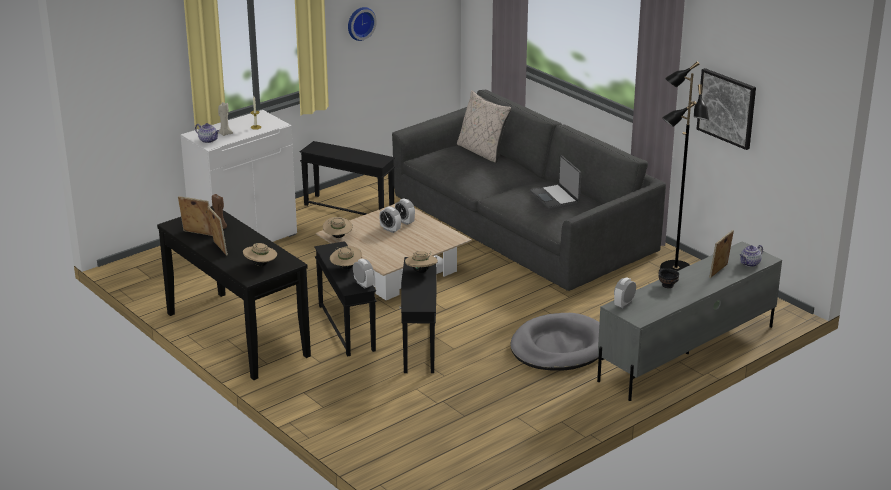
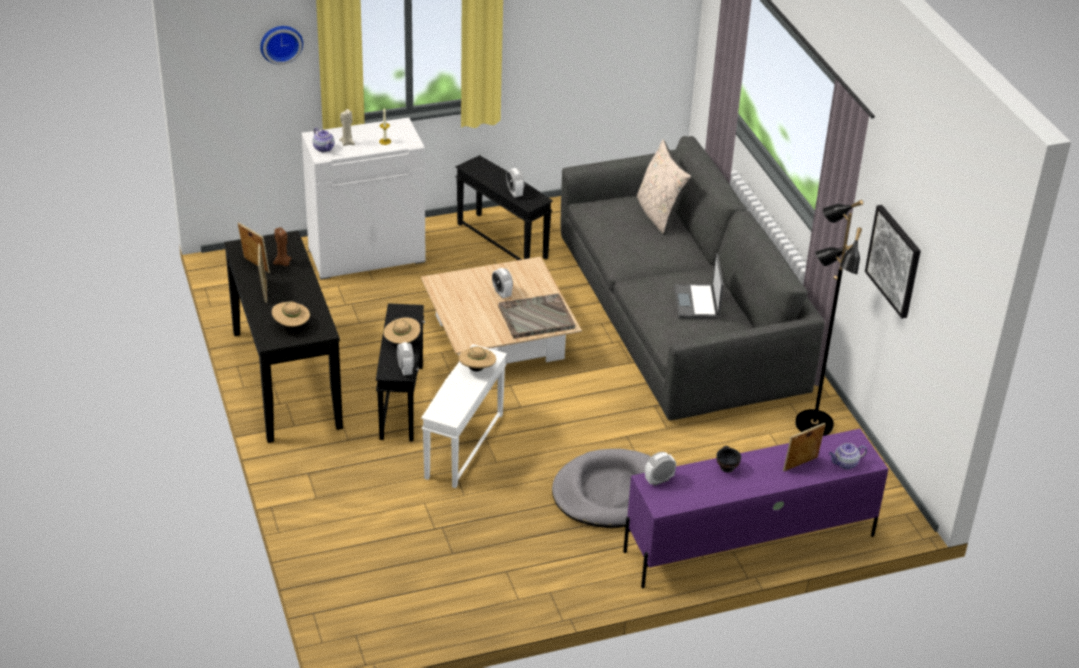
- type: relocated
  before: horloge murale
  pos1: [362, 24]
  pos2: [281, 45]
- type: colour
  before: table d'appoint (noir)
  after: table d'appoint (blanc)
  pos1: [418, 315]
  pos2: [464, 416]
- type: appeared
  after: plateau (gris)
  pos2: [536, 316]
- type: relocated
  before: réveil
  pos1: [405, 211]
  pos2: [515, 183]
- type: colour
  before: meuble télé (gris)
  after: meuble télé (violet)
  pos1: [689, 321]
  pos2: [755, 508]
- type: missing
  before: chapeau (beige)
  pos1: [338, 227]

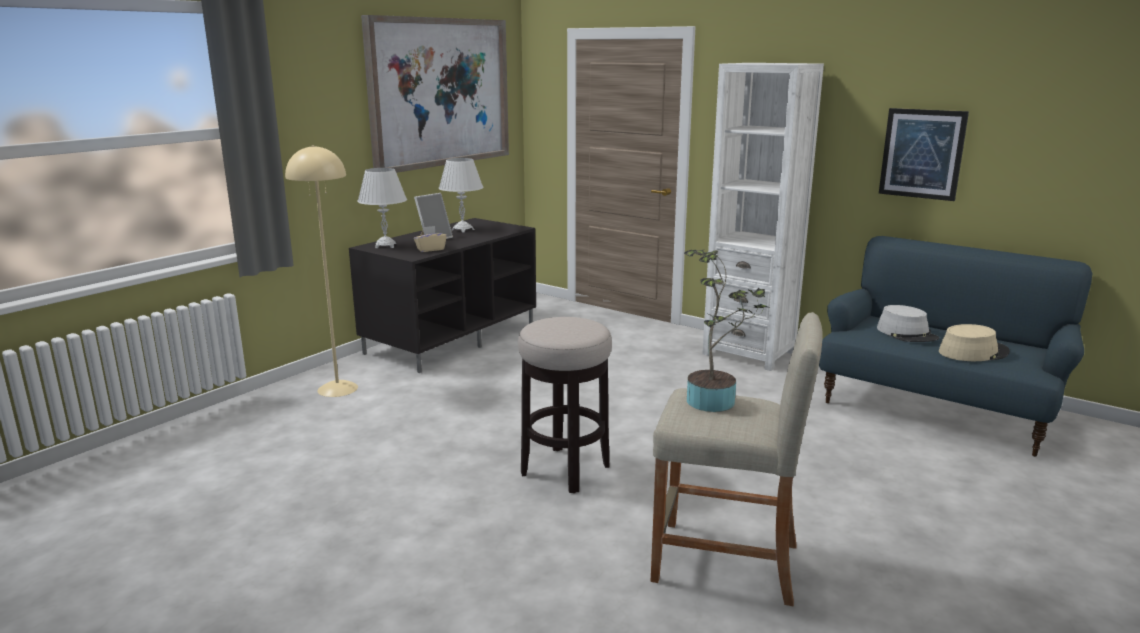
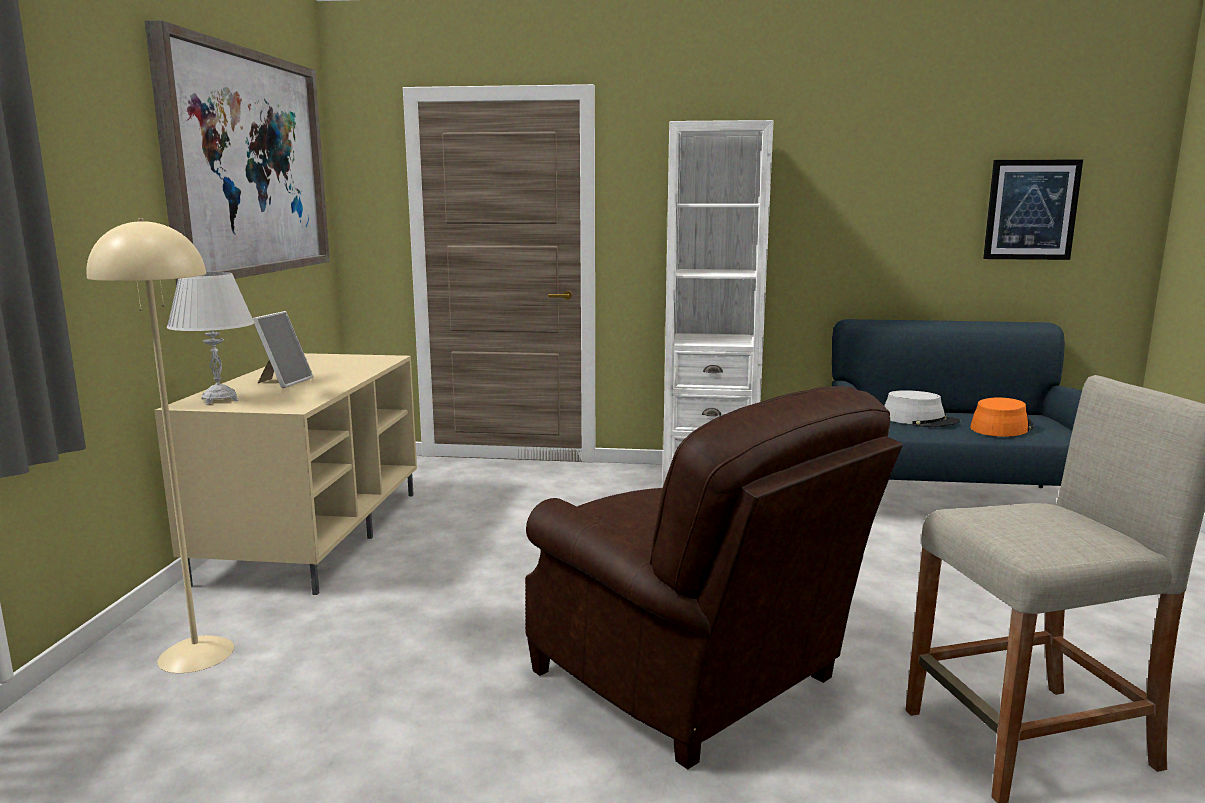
- type: colour
  before: meuble télé (noir)
  after: meuble télé (beige)
  pos1: [442, 295]
  pos2: [285, 474]
- type: exchanged
  before: tabouret
  after: fauteuil (marron)
  pos1: [565, 405]
  pos2: [714, 578]
- type: colour
  before: chapeau (beige)
  after: chapeau (orange)
  pos1: [974, 342]
  pos2: [1002, 417]
- type: relocated
  before: tableau
  pos1: [924, 154]
  pos2: [1033, 210]
- type: missing
  before: boîte à mouchoirs (beige)
  pos1: [430, 239]
- type: missing
  before: lampe de table (blanc)
  pos1: [460, 195]
- type: missing
  before: plante en pot
  pos1: [726, 331]

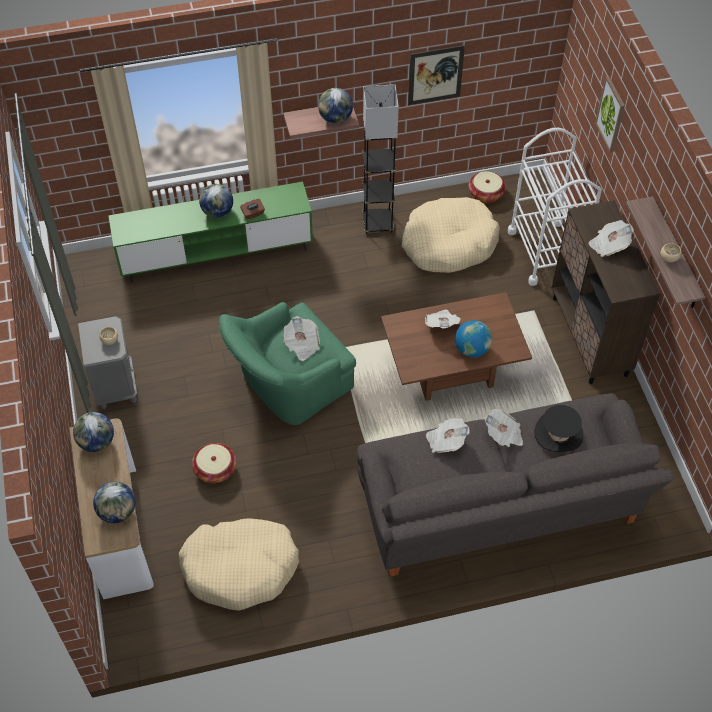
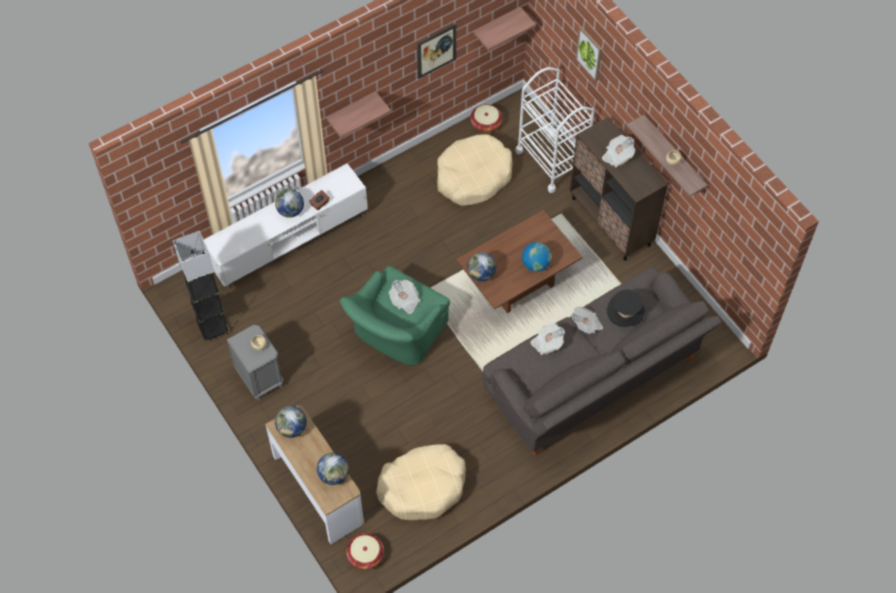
- type: relocated
  before: lampadaire (gris)
  pos1: [380, 159]
  pos2: [201, 286]
- type: colour
  before: meuble télé (vert)
  after: meuble télé (blanc)
  pos1: [210, 232]
  pos2: [286, 225]
- type: relocated
  before: panier
  pos1: [214, 463]
  pos2: [365, 551]
- type: relocated
  before: globe
  pos1: [335, 106]
  pos2: [481, 267]
- type: appeared
  after: étagère
  pos2: [504, 29]
- type: missing
  before: journal
  pos1: [443, 319]

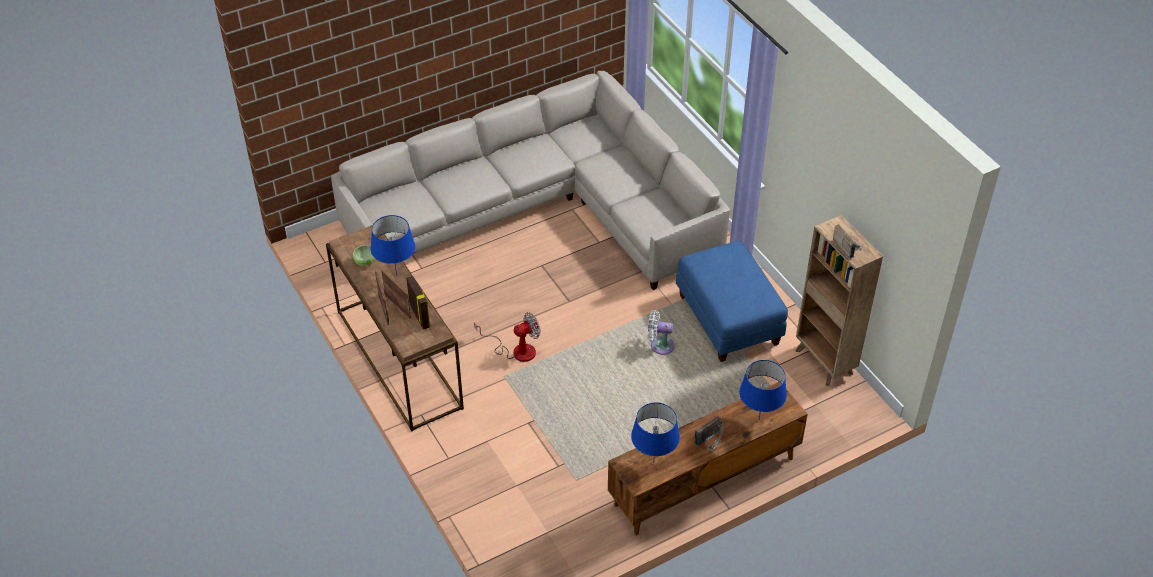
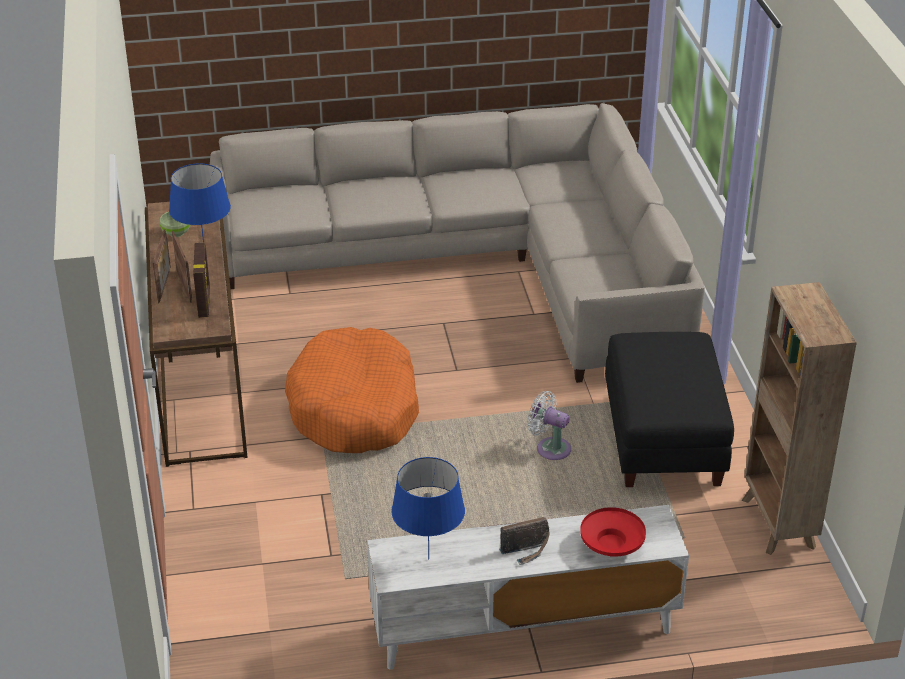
- type: exchanged
  before: ventilateur
  after: panier pour chien (orange)
  pos1: [507, 337]
  pos2: [352, 390]
- type: colour
  before: meuble télé (marron)
  after: meuble télé (blanc)
  pos1: [708, 459]
  pos2: [528, 587]
- type: exchanged
  before: lampe de table (bleu)
  after: bol (rouge)
  pos1: [763, 389]
  pos2: [613, 531]
- type: colour
  before: pouf (bleu)
  after: pouf (noir)
  pos1: [732, 301]
  pos2: [669, 409]
- type: missing
  before: radio
  pos1: [847, 241]

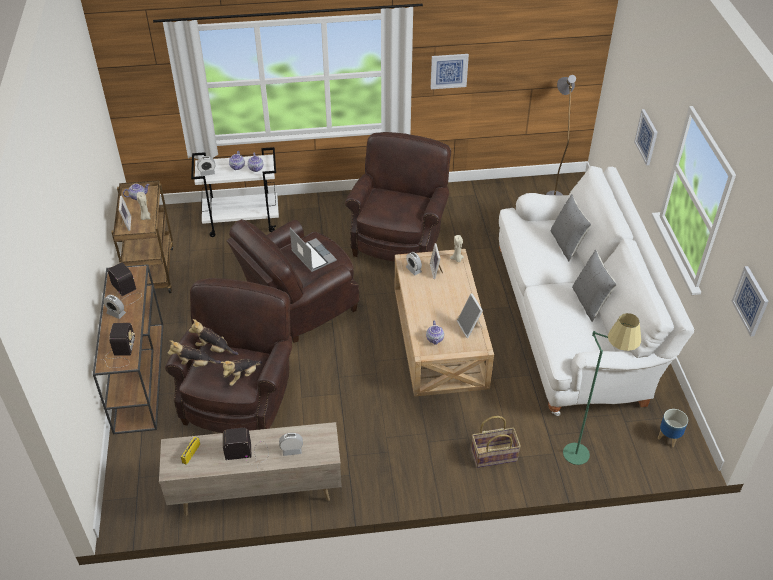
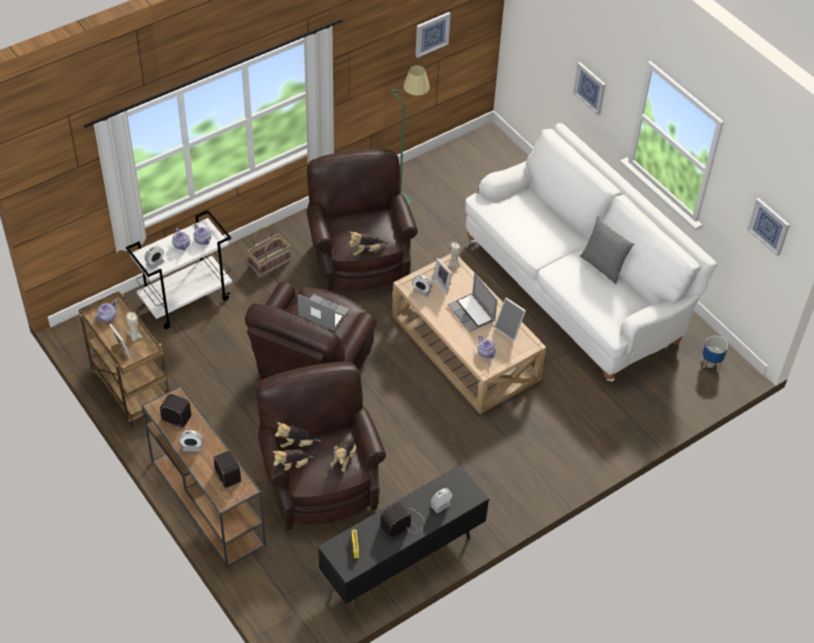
- type: relocated
  before: panier
  pos1: [496, 442]
  pos2: [269, 251]
- type: colour
  before: meuble télé (beige)
  after: meuble télé (noir)
  pos1: [250, 469]
  pos2: [404, 537]
- type: appeared
  after: peluche
  pos2: [369, 244]
- type: relocated
  before: lampadaire (vert)
  pos1: [602, 389]
  pos2: [410, 135]
- type: relocated
  before: tableau
  pos1: [450, 71]
  pos2: [433, 35]
- type: appeared
  after: ordinateur portable
  pos2: [472, 302]
- type: missing
  before: lampadaire (gris)
  pos1: [561, 135]
- type: missing
  before: coussin (gris)
  pos1: [570, 227]

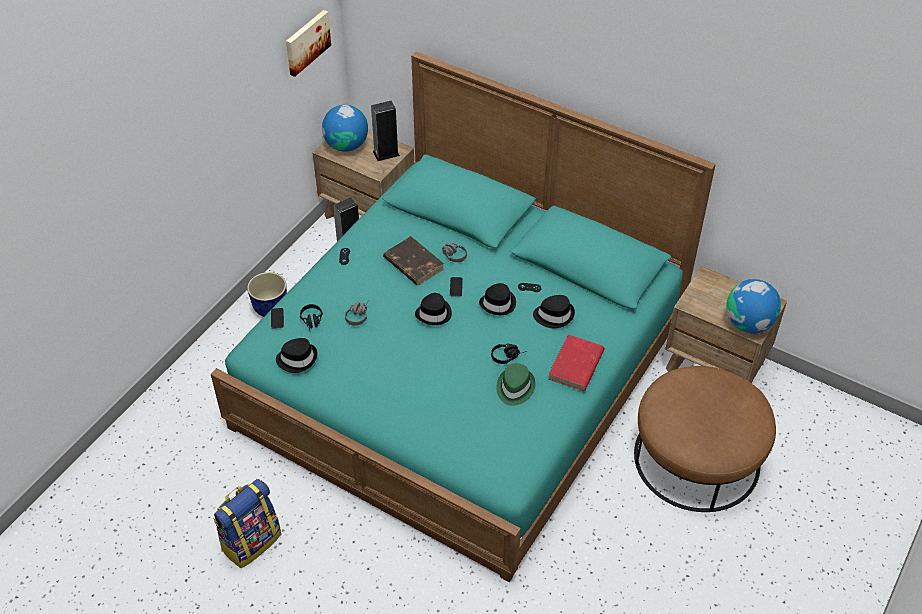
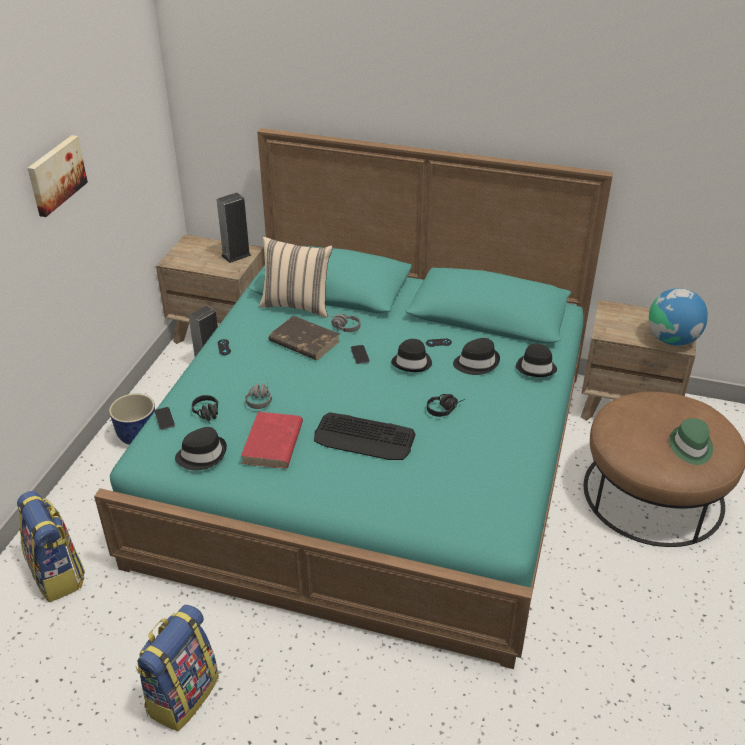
- type: appeared
  after: sac à dos
  pos2: [51, 546]
- type: relocated
  before: tableau
  pos1: [308, 43]
  pos2: [58, 176]
- type: relocated
  before: livre (rouge)
  pos1: [576, 362]
  pos2: [272, 440]
- type: appeared
  after: coussin (beige)
  pos2: [296, 277]
- type: appeared
  after: clavier
  pos2: [365, 436]
- type: relocated
  before: chapeau (noir)
  pos1: [433, 309]
  pos2: [536, 360]
- type: relocated
  before: chapeau (vert)
  pos1: [516, 384]
  pos2: [691, 441]
- type: missing
  before: globe
  pos1: [345, 128]

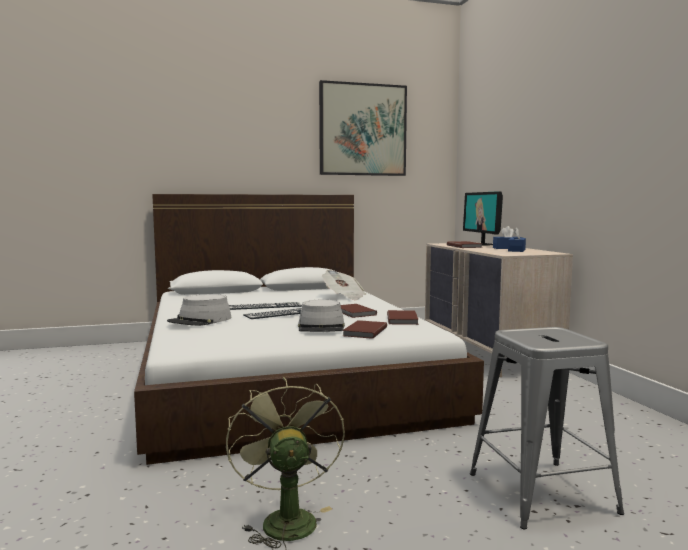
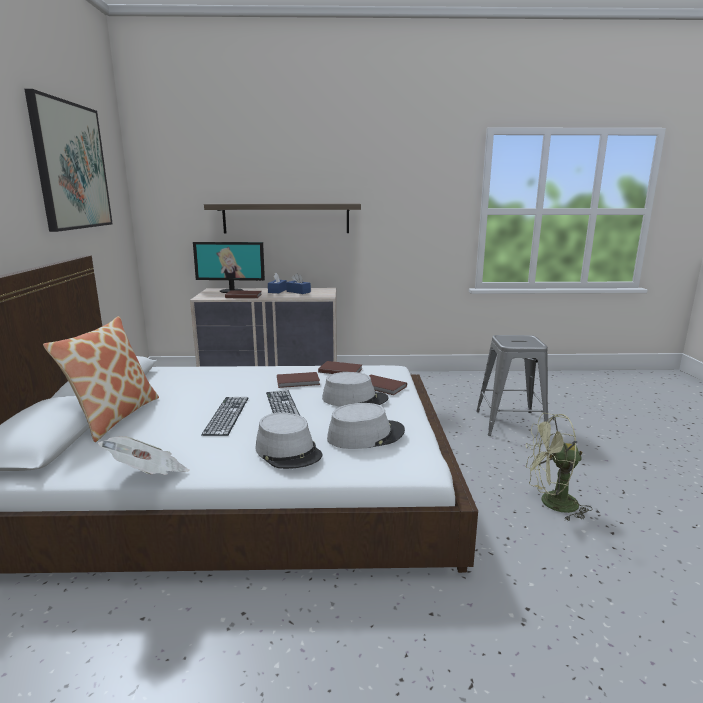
- type: appeared
  after: coussin
  pos2: [101, 379]
- type: relocated
  before: journal
  pos1: [344, 285]
  pos2: [143, 455]
- type: appeared
  after: étagère
  pos2: [282, 218]
- type: appeared
  after: chapeau (gris)
  pos2: [366, 426]

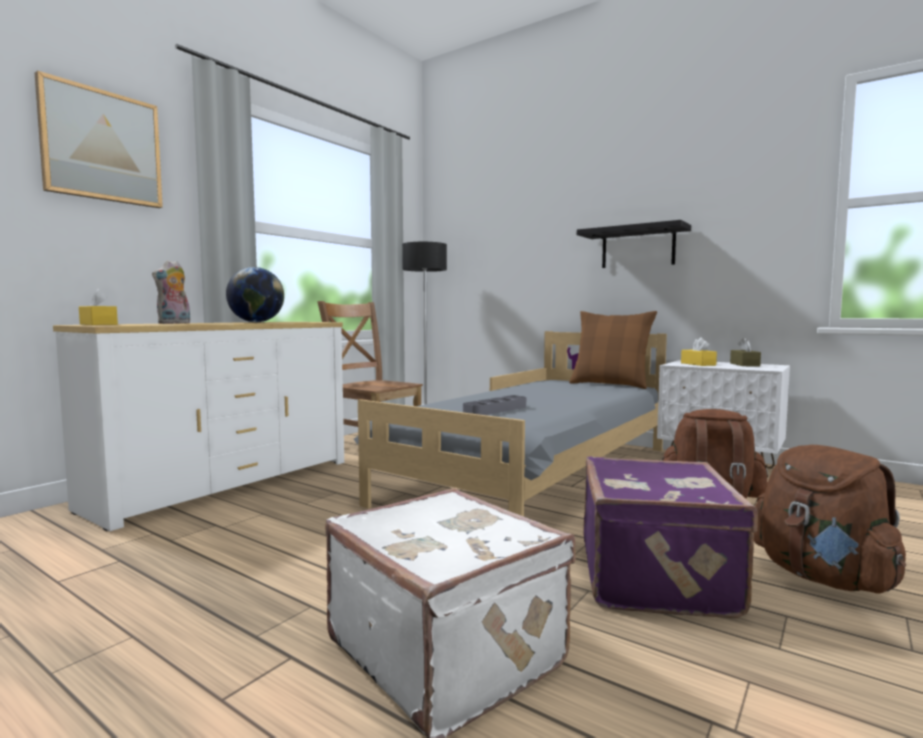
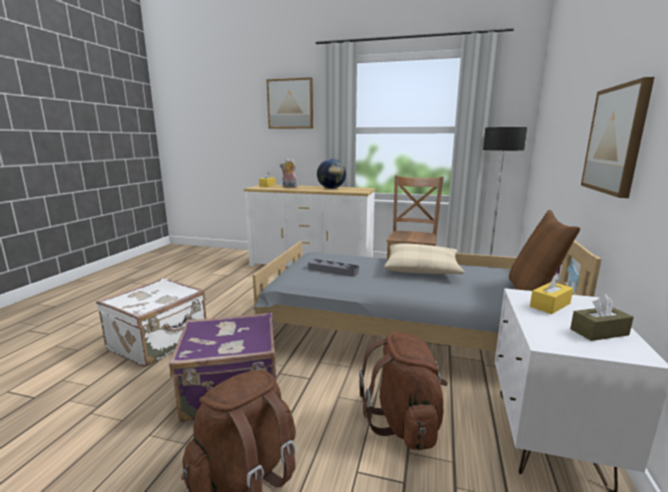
- type: appeared
  after: coussin (beige)
  pos2: [424, 258]
- type: exchanged
  before: étagère (noir)
  after: tableau
  pos1: [634, 244]
  pos2: [617, 137]

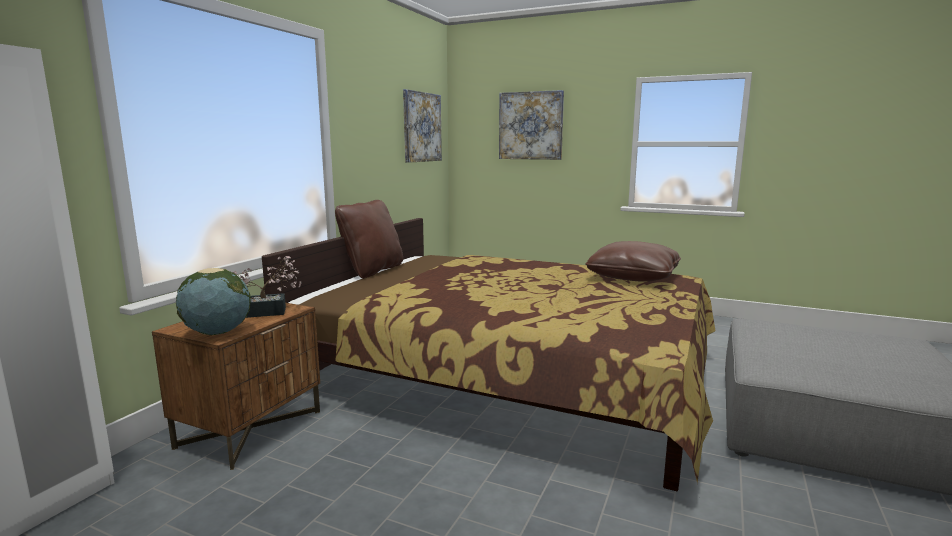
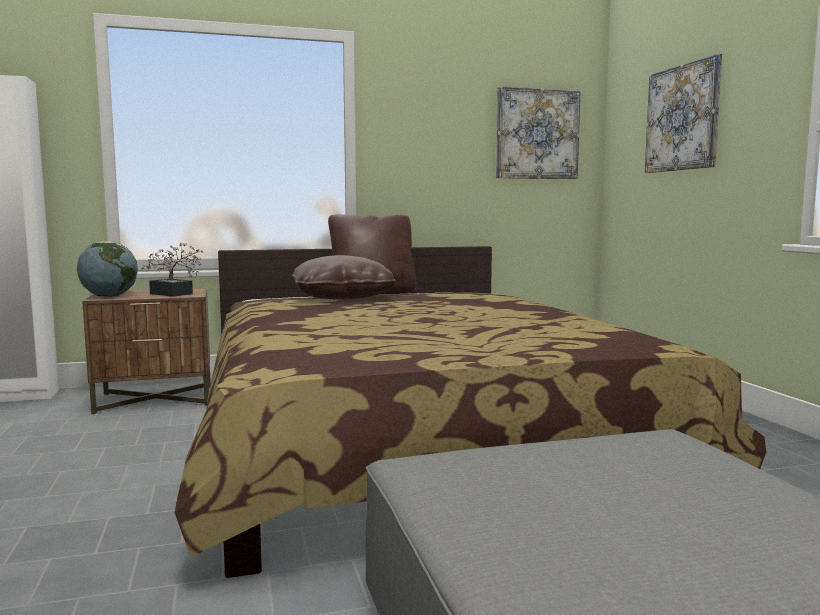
- type: relocated
  before: coussin (marron)
  pos1: [633, 261]
  pos2: [344, 277]

